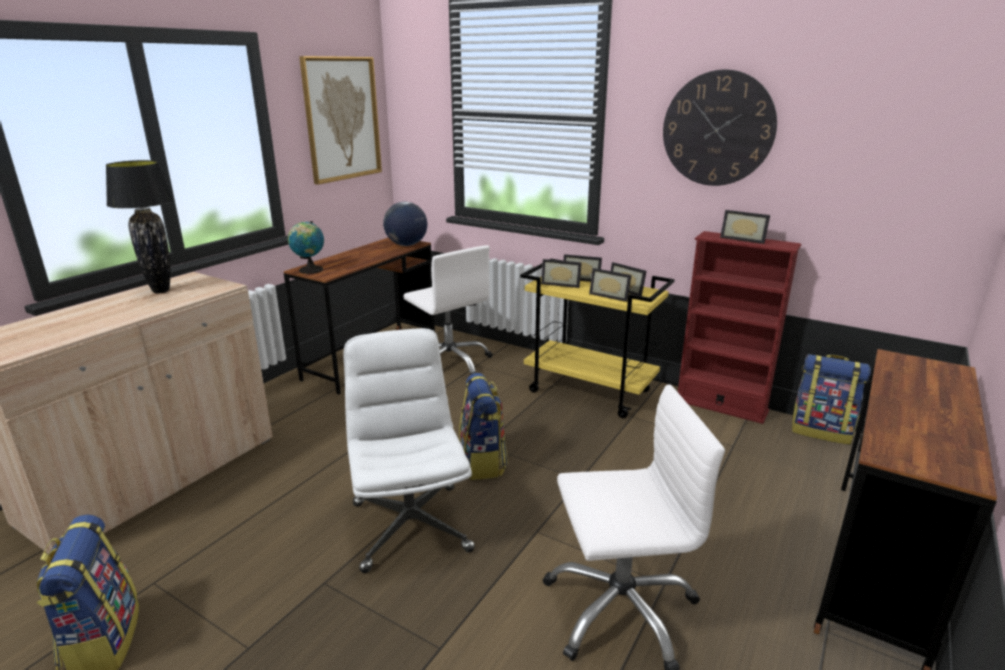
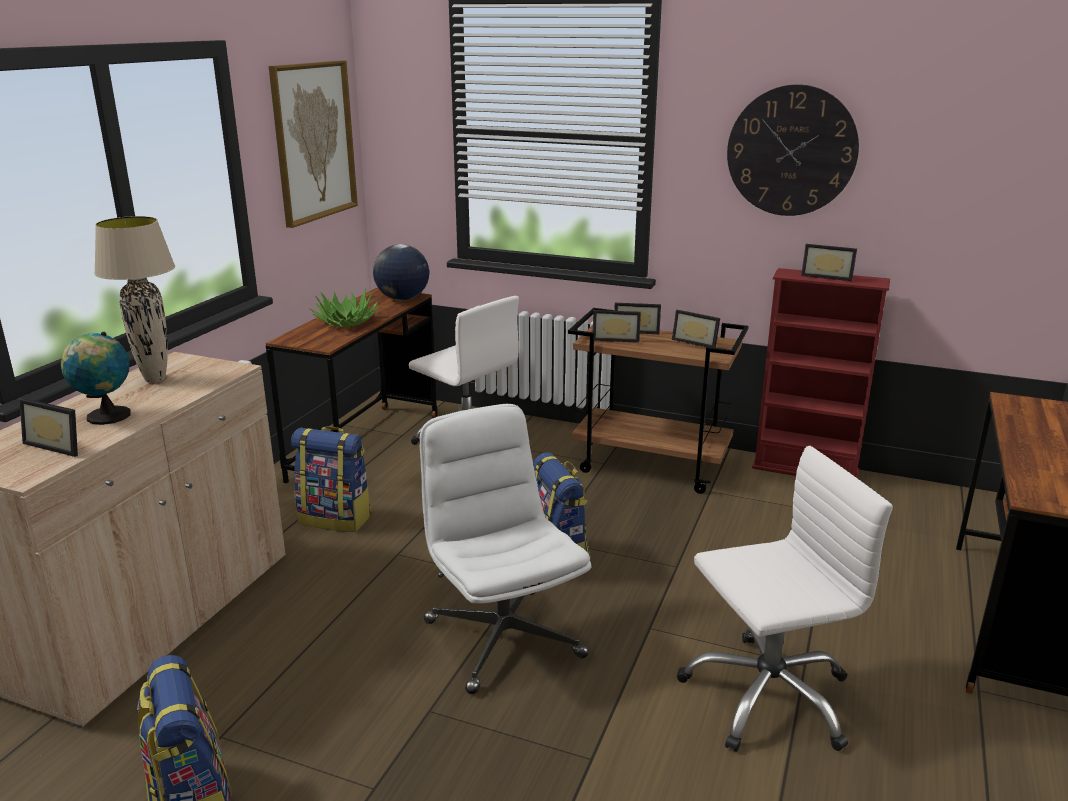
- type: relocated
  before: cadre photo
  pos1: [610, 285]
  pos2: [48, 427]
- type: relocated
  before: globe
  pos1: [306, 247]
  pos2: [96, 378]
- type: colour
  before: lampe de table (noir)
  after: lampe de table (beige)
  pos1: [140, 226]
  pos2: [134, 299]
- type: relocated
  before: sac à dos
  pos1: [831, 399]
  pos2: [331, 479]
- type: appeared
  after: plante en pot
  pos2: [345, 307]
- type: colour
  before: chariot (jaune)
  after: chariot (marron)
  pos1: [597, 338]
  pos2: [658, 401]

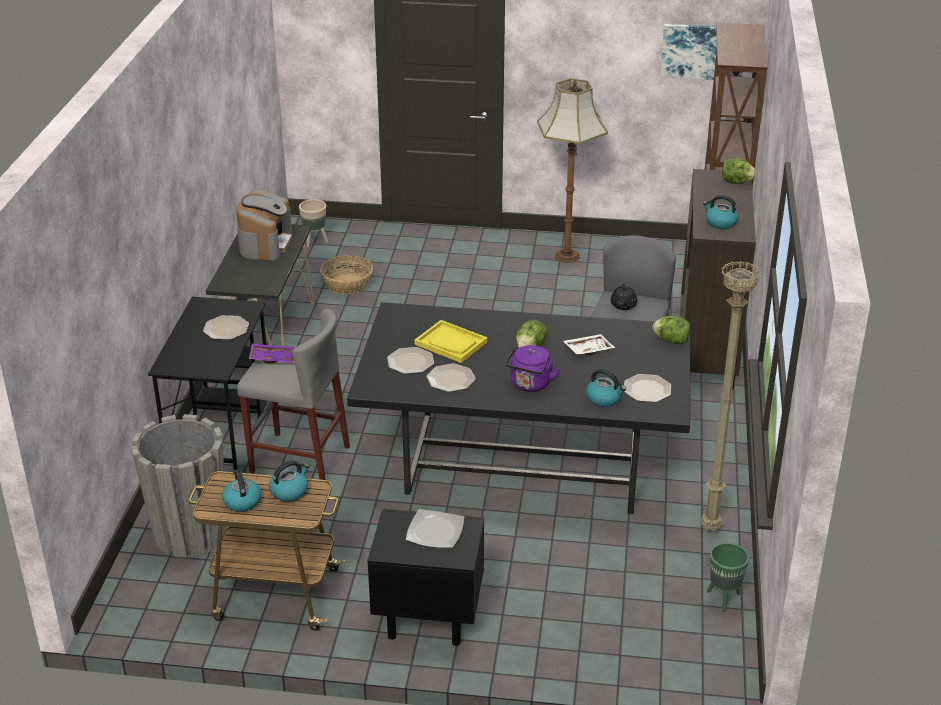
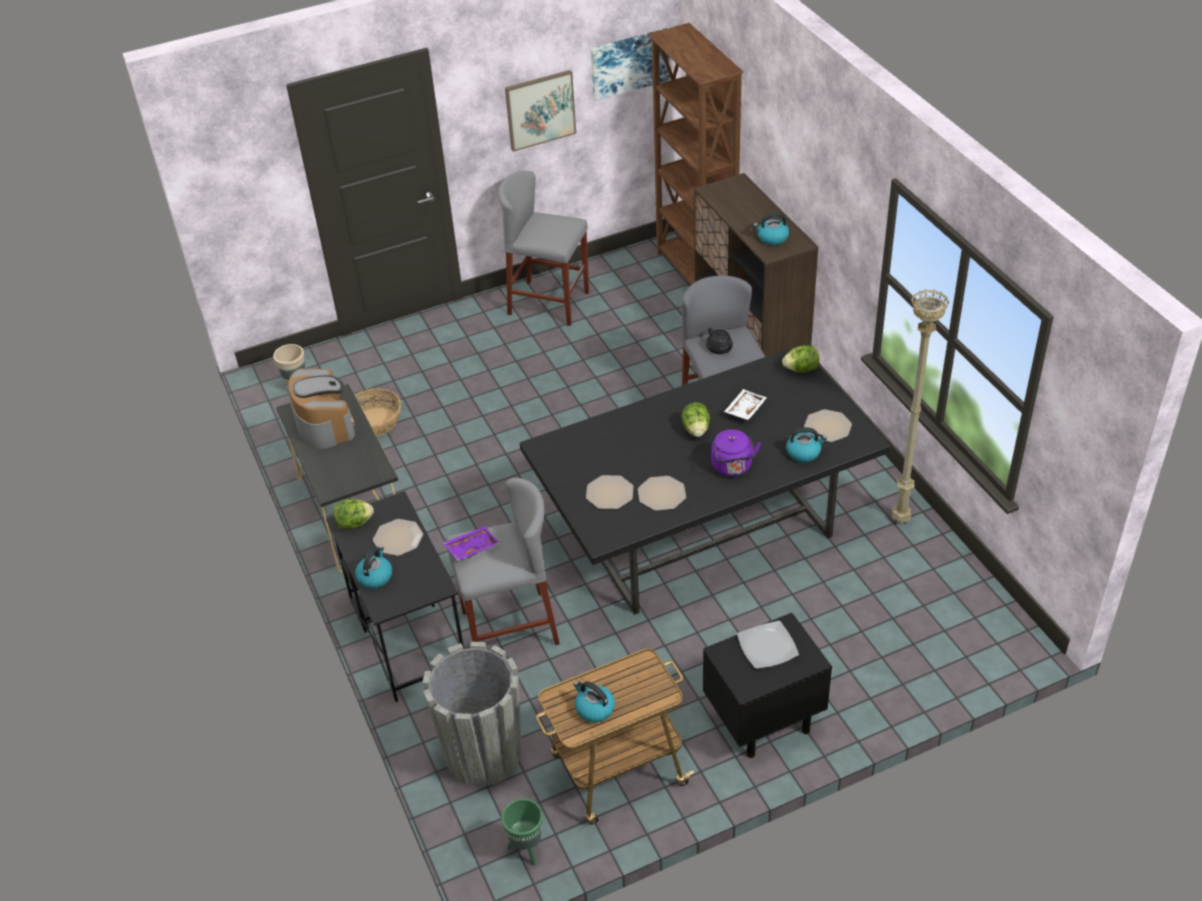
- type: relocated
  before: laitue
  pos1: [739, 171]
  pos2: [353, 514]
- type: relocated
  before: bouilloire
  pos1: [289, 481]
  pos2: [373, 567]
- type: exchanged
  before: lampadaire
  after: tabouret (gris)
  pos1: [572, 170]
  pos2: [544, 248]
- type: relocated
  before: cache-pot (vert)
  pos1: [728, 577]
  pos2: [522, 832]
- type: appeared
  after: tableau
  pos2: [540, 111]
- type: missing
  before: plateau (jaune)
  pos1: [450, 341]

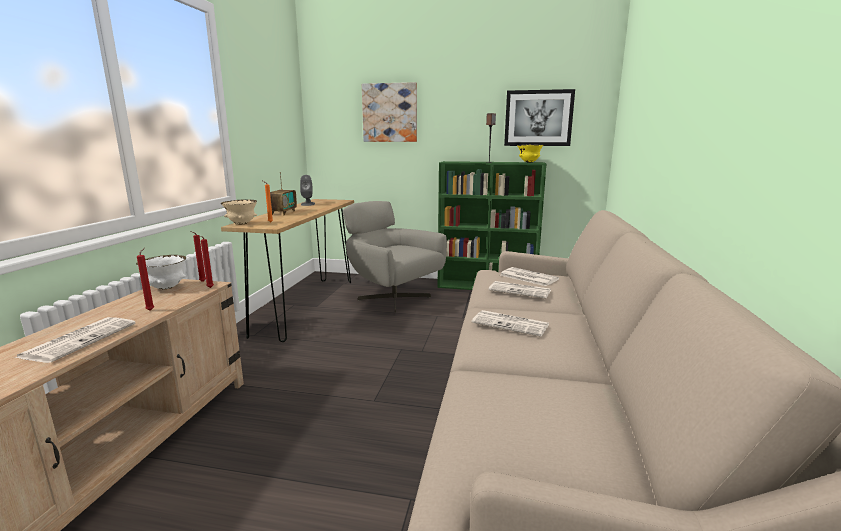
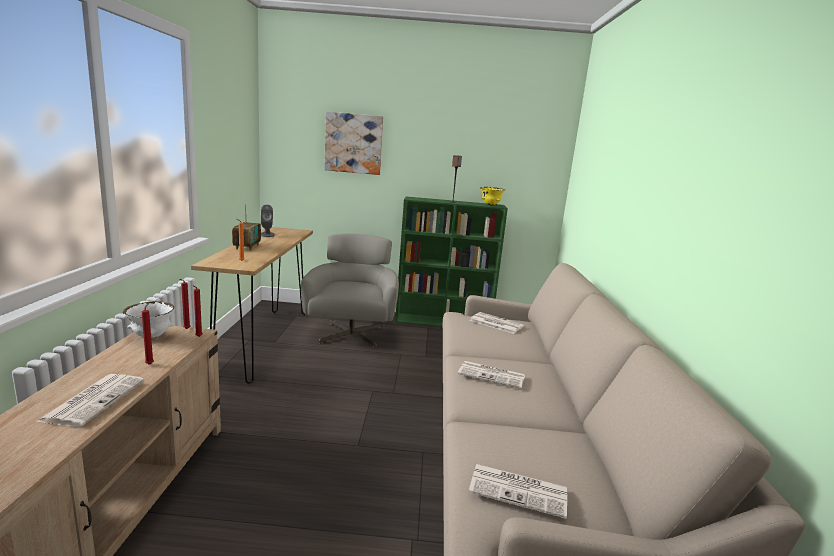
- type: spun
  before: fauteuil (gris)
  pos1: [395, 257]
  pos2: [350, 290]
  turn: 60
- type: relocated
  before: journal
  pos1: [519, 289]
  pos2: [518, 491]
- type: missing
  before: bol (beige)
  pos1: [239, 211]
- type: missing
  before: tableau
  pos1: [539, 117]

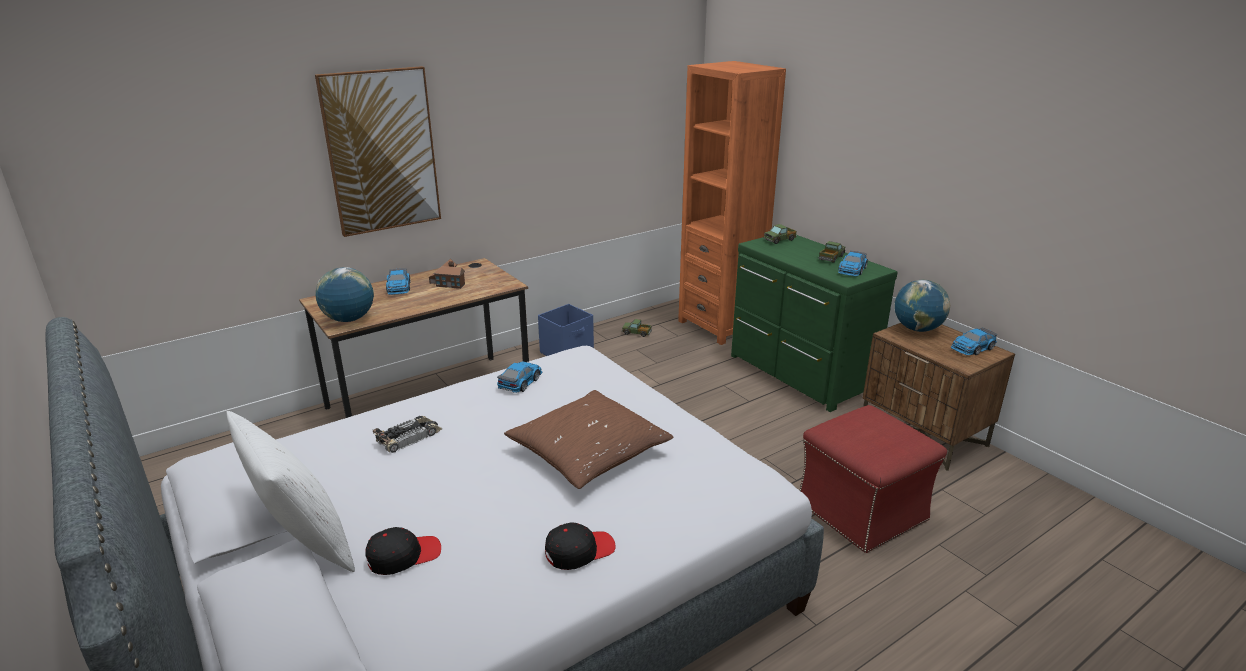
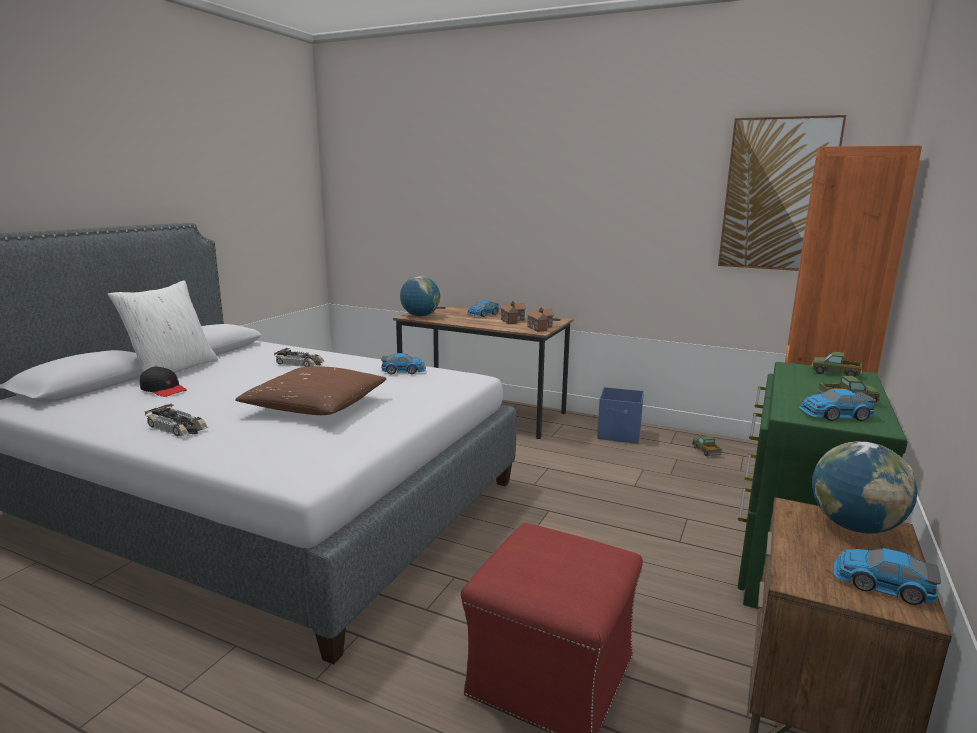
- type: exchanged
  before: casquette (noir)
  after: petite voiture
  pos1: [580, 546]
  pos2: [176, 419]
- type: appeared
  after: maison miniature
  pos2: [540, 319]
- type: relocated
  before: tableau
  pos1: [378, 151]
  pos2: [782, 193]

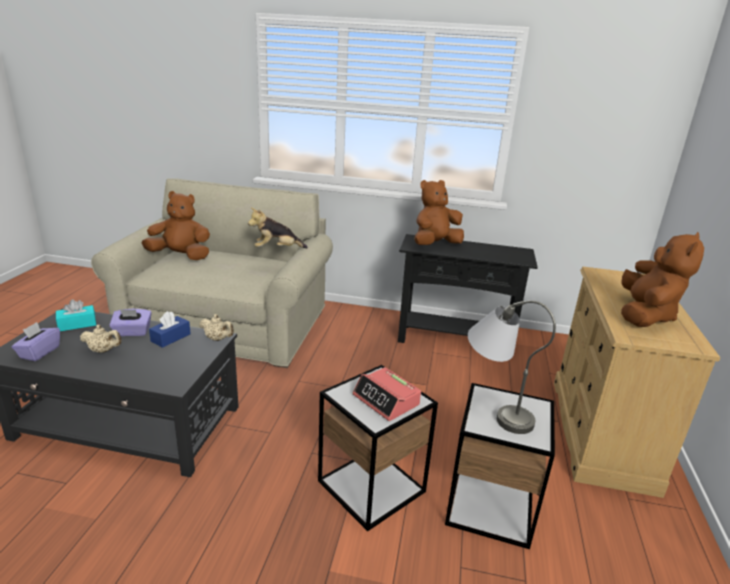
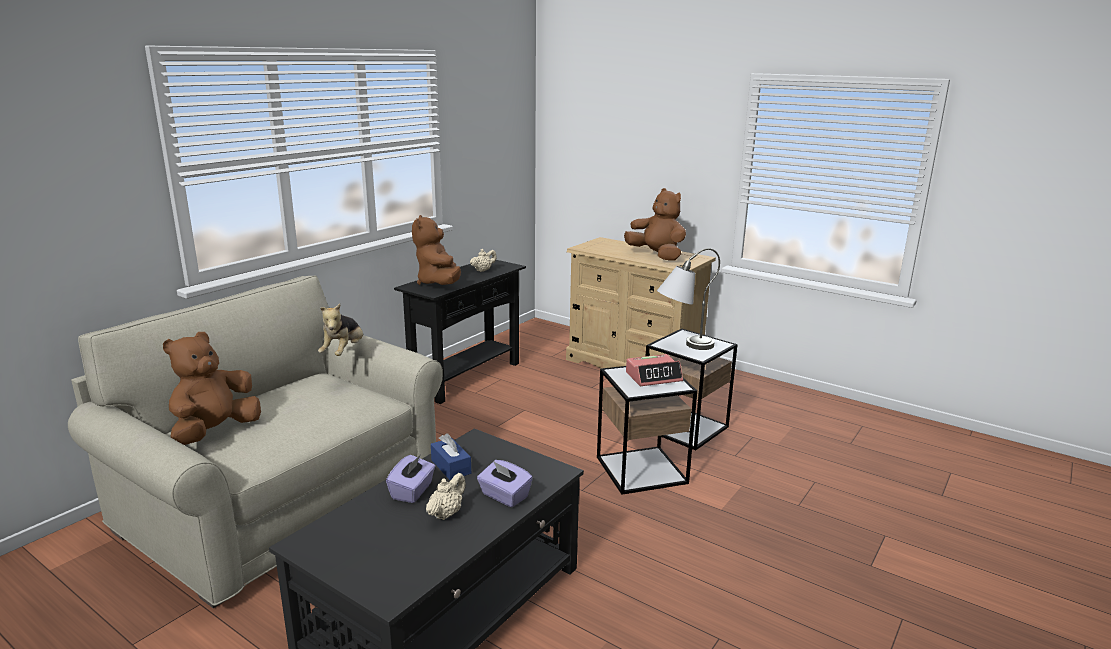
- type: relocated
  before: théière (beige)
  pos1: [216, 327]
  pos2: [483, 260]
- type: relocated
  before: boîte à mouchoirs (violet)
  pos1: [36, 341]
  pos2: [505, 483]
- type: missing
  before: boîte à mouchoirs (turquoise)
  pos1: [76, 315]

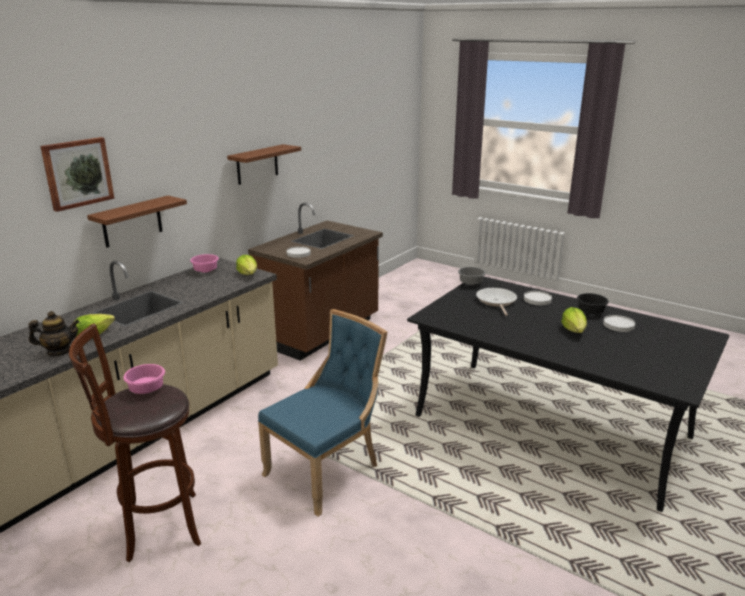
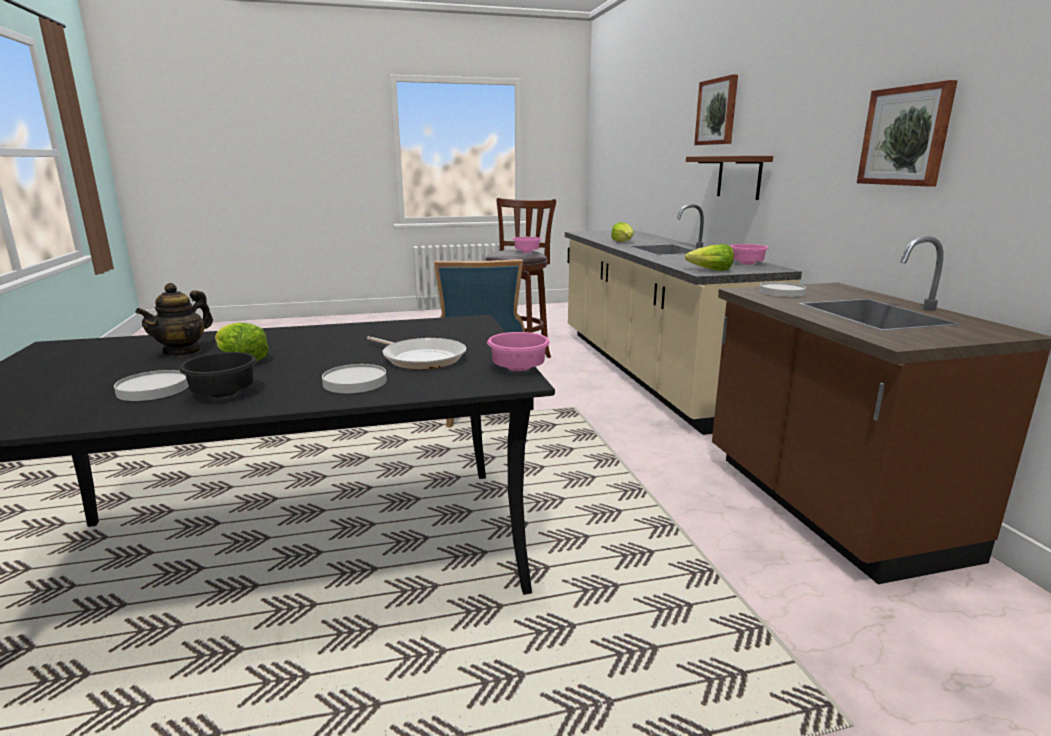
- type: relocated
  before: théière
  pos1: [54, 333]
  pos2: [174, 320]
- type: colour
  before: bol (gris)
  after: bol (rose)
  pos1: [472, 276]
  pos2: [518, 351]
- type: exchanged
  before: étagère (marron)
  after: tableau
  pos1: [264, 164]
  pos2: [907, 133]

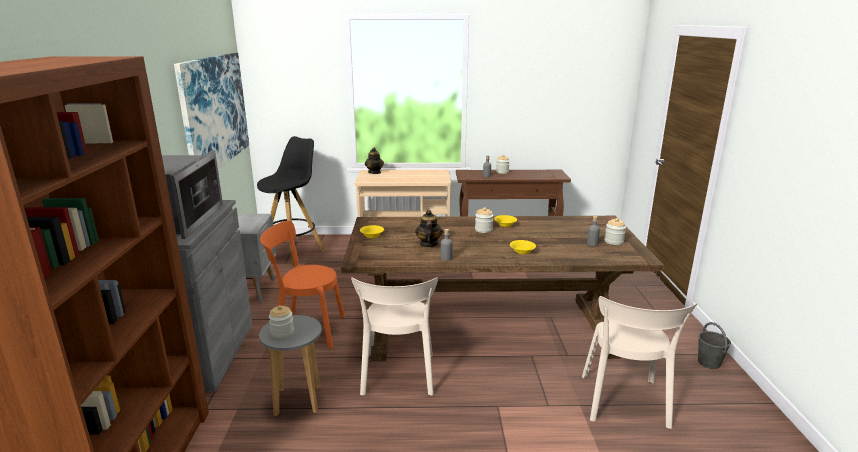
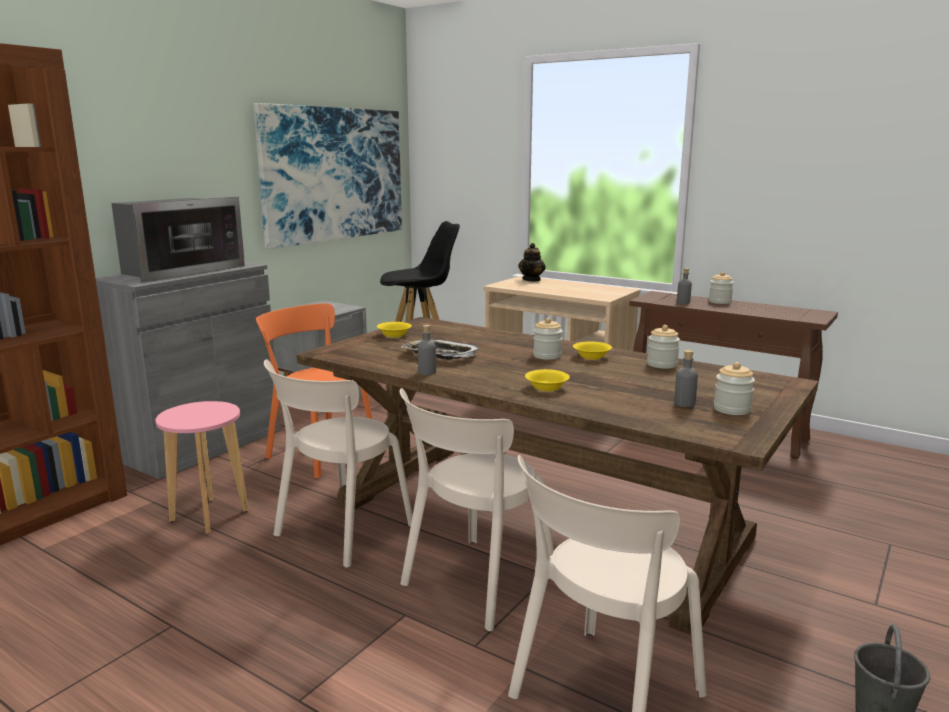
- type: colour
  before: tabouret (gris)
  after: tabouret (rose)
  pos1: [290, 366]
  pos2: [202, 467]
- type: appeared
  after: chaise (beige)
  pos2: [477, 510]
- type: exchanged
  before: théière
  after: plateau
  pos1: [429, 228]
  pos2: [440, 349]
- type: relocated
  before: bocal
  pos1: [281, 321]
  pos2: [663, 347]

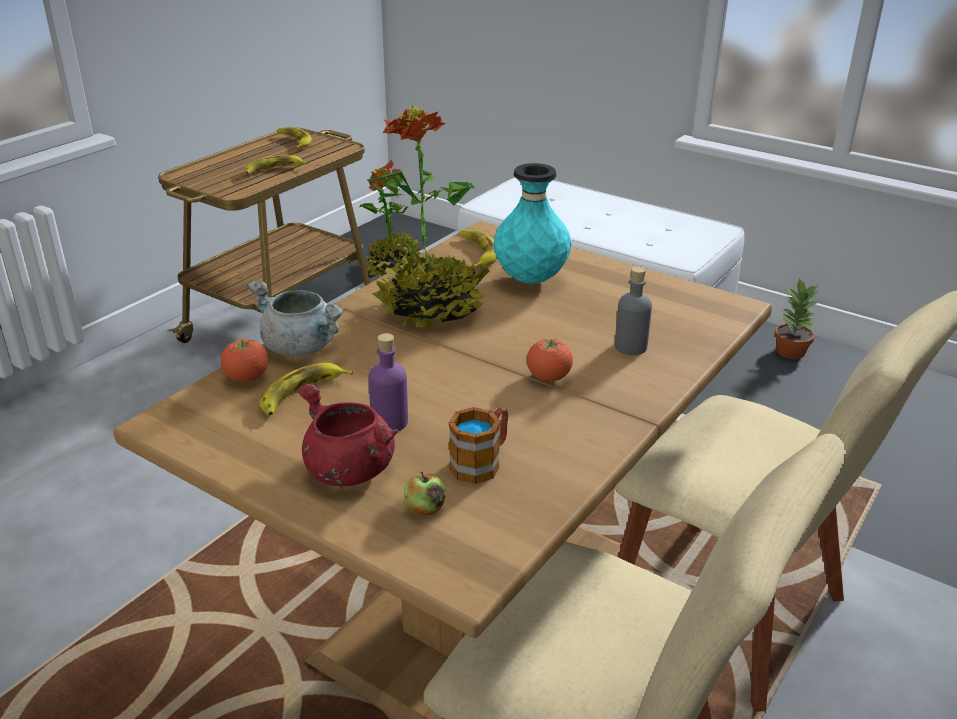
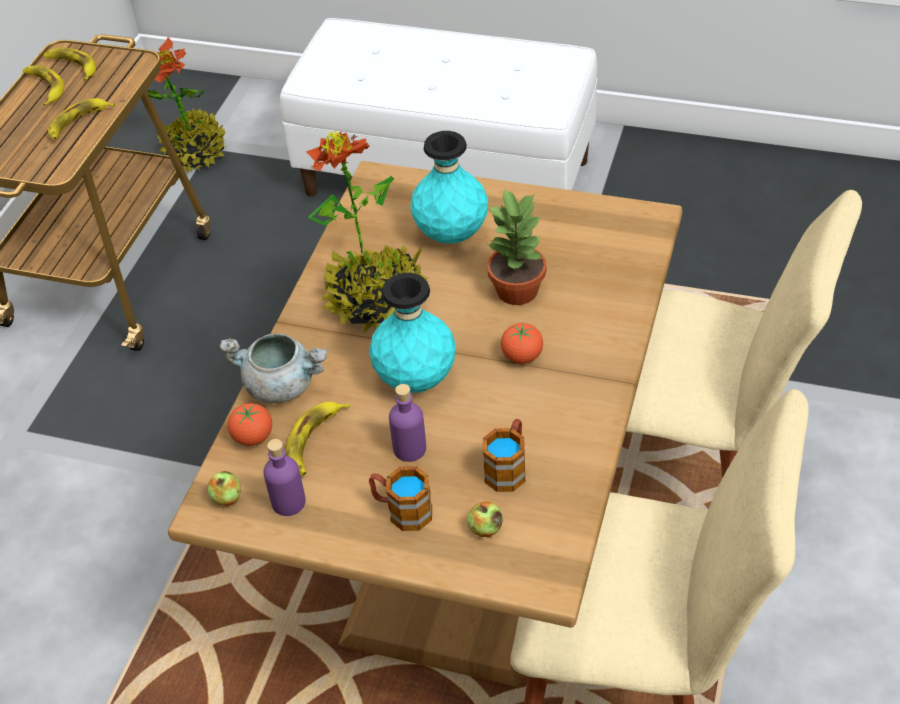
- type: relocated
  before: banane
  pos1: [478, 248]
  pos2: [43, 85]
- type: appeared
  after: pomme
  pos2: [224, 488]
- type: appeared
  after: bouteille (violet)
  pos2: [284, 477]
- type: appeared
  after: vase (turquoise)
  pos2: [412, 333]
- type: exchanged
  before: marmite (rouge)
  after: mug
  pos1: [347, 435]
  pos2: [400, 498]
- type: relocated
  before: plante en pot
  pos1: [797, 318]
  pos2: [516, 246]
- type: missing
  before: bouteille (gris)
  pos1: [633, 310]

